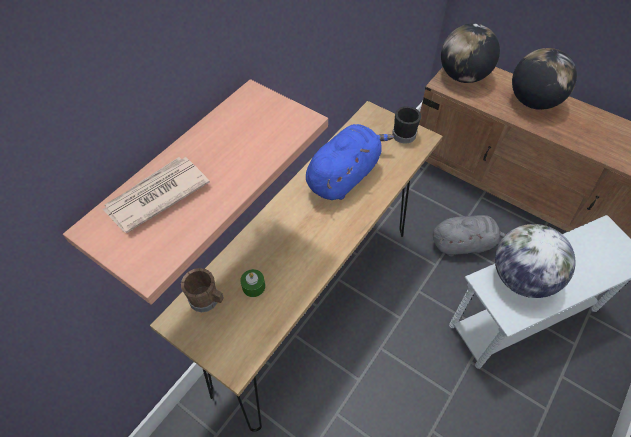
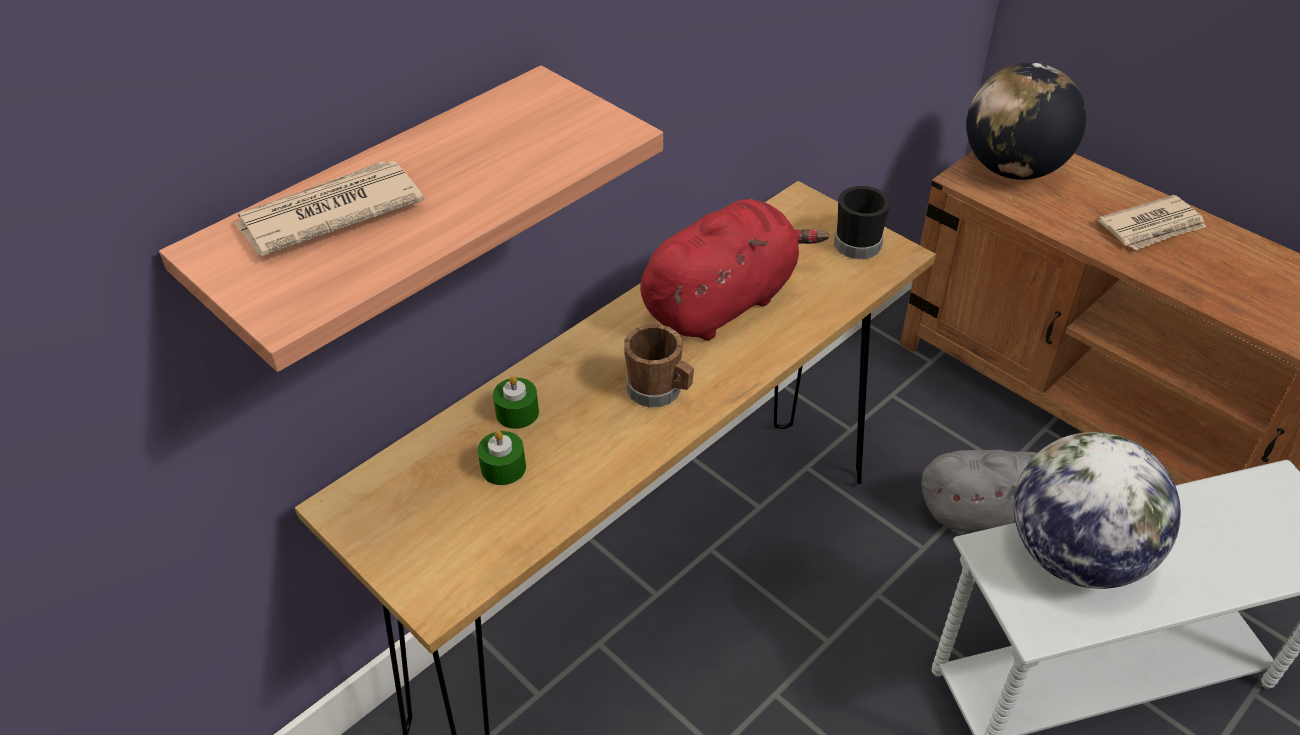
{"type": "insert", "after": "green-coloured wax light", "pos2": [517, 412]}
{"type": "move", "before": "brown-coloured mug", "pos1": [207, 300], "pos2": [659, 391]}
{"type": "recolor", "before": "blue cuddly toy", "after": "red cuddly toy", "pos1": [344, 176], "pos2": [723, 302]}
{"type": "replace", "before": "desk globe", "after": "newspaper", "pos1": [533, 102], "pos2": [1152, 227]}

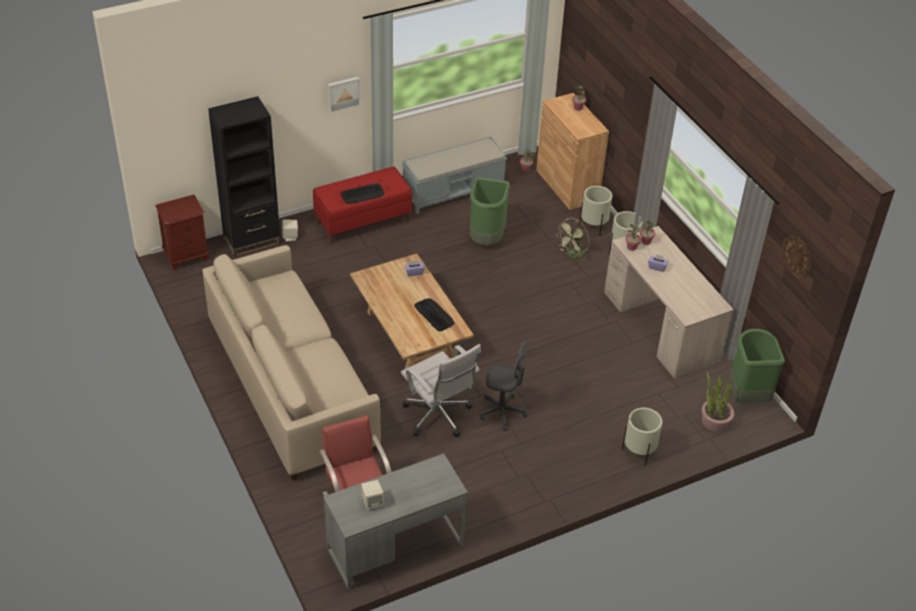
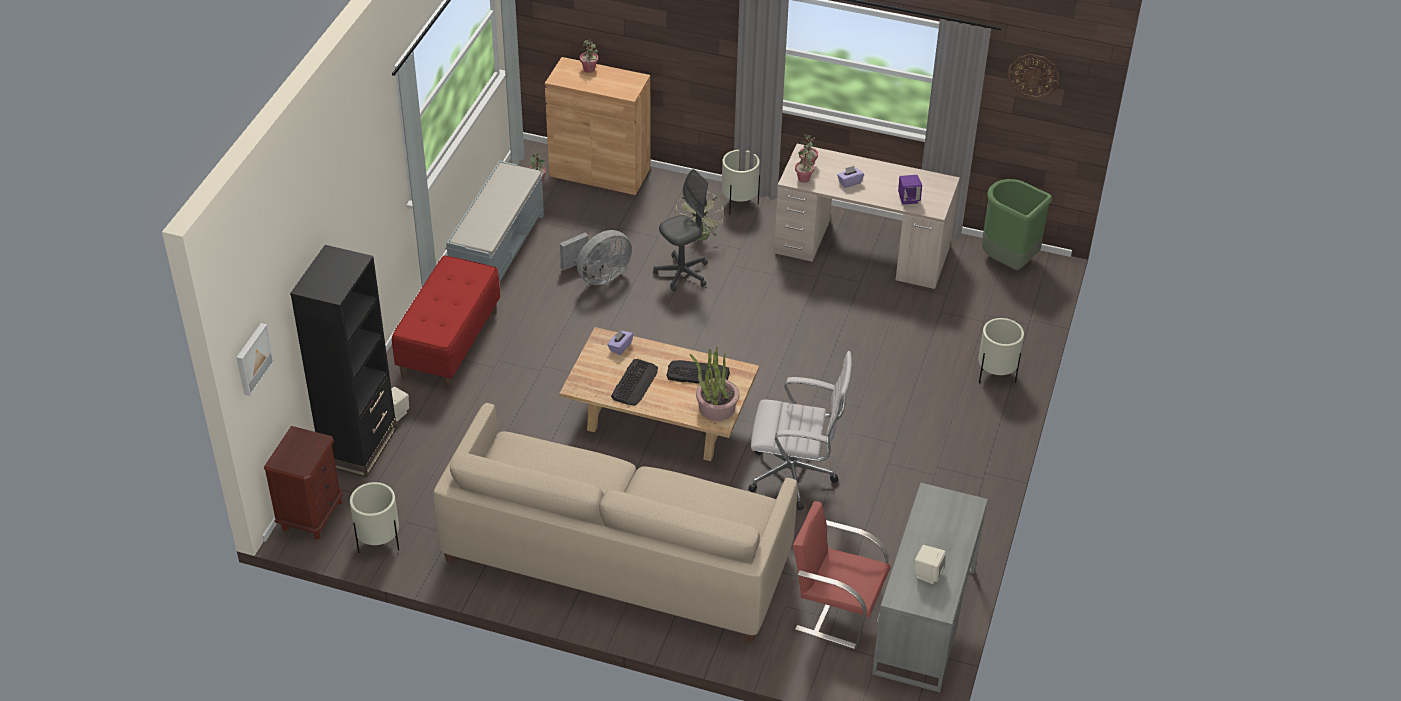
{"type": "move", "before": "picture", "pos1": [343, 93], "pos2": [252, 358]}
{"type": "move", "before": "beige flower pot", "pos1": [593, 227], "pos2": [379, 542]}
{"type": "replace", "before": "green-coloured rubbish bin", "after": "grey electric fan", "pos1": [486, 239], "pos2": [598, 276]}
{"type": "move", "before": "keyboard", "pos1": [362, 194], "pos2": [635, 383]}
{"type": "move", "before": "grey desk chair", "pos1": [502, 412], "pos2": [682, 274]}
{"type": "move", "before": "potted plant", "pos1": [715, 421], "pos2": [716, 408]}
{"type": "insert", "after": "purple-coloured loudspeaker", "pos2": [908, 199]}

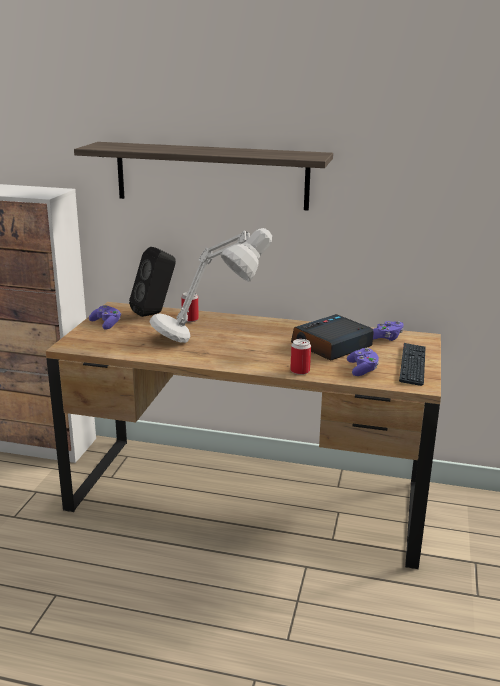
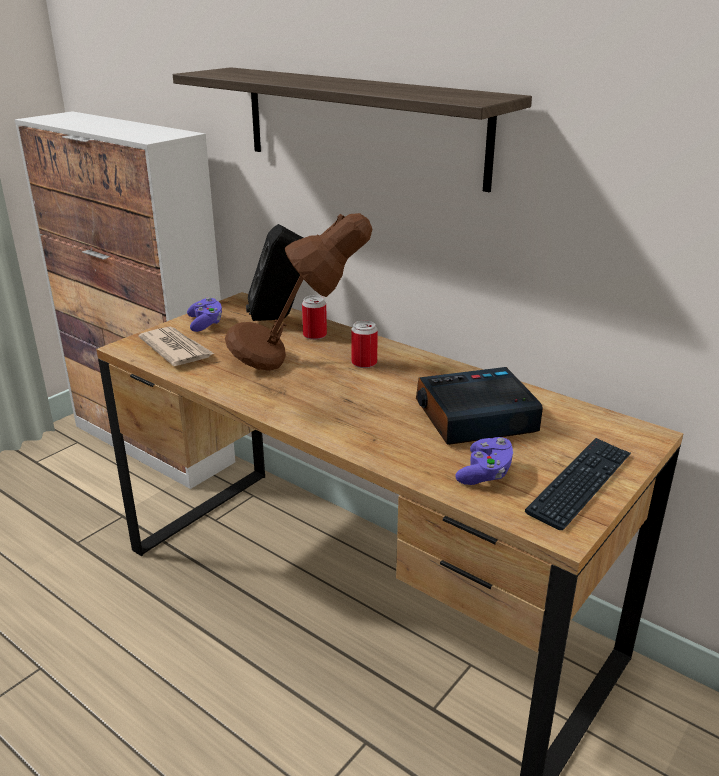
{"type": "insert", "after": "newspaper", "pos2": [176, 349]}
{"type": "recolor", "before": "grey table lamp", "after": "brown-coloured table lamp", "pos1": [208, 344], "pos2": [298, 379]}
{"type": "move", "before": "sealed can", "pos1": [300, 371], "pos2": [364, 363]}
{"type": "delete", "before": "purple-coloured joypad", "pos1": [386, 338]}

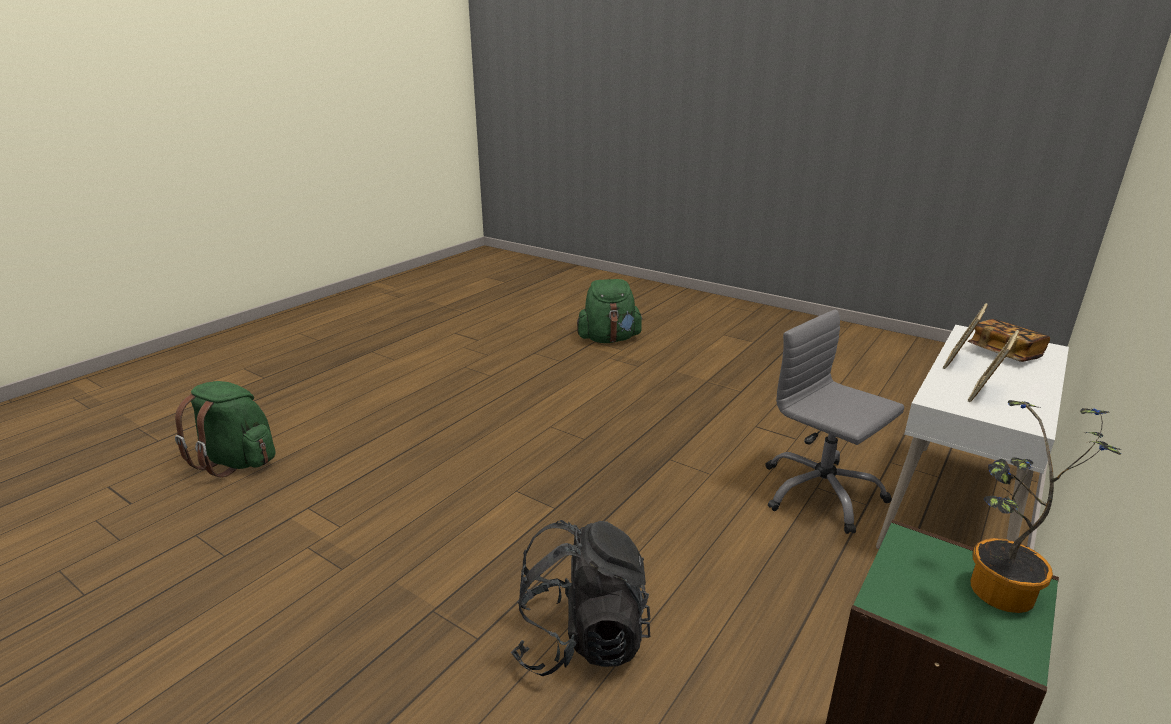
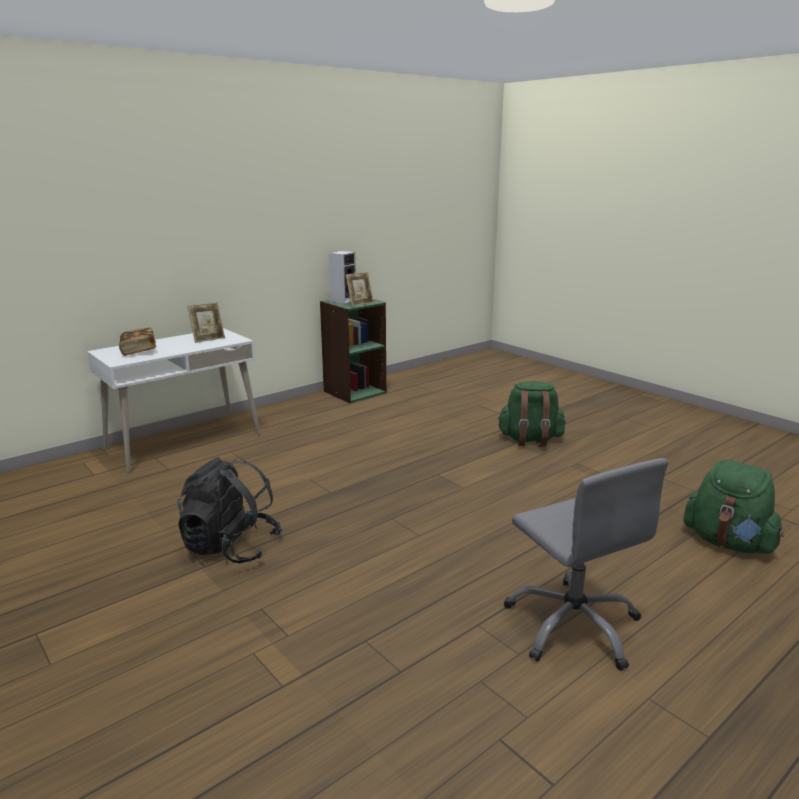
{"type": "move", "before": "blackish knapsack", "pos1": [581, 640], "pos2": [231, 547]}
{"type": "replace", "before": "potted plant", "after": "loudspeaker", "pos1": [995, 595], "pos2": [343, 300]}
{"type": "move", "before": "photo frame", "pos1": [958, 362], "pos2": [360, 304]}
{"type": "move", "before": "green-coloured knapsack", "pos1": [609, 339], "pos2": [530, 440]}
{"type": "move", "before": "grey desk chair", "pos1": [820, 493], "pos2": [573, 625]}

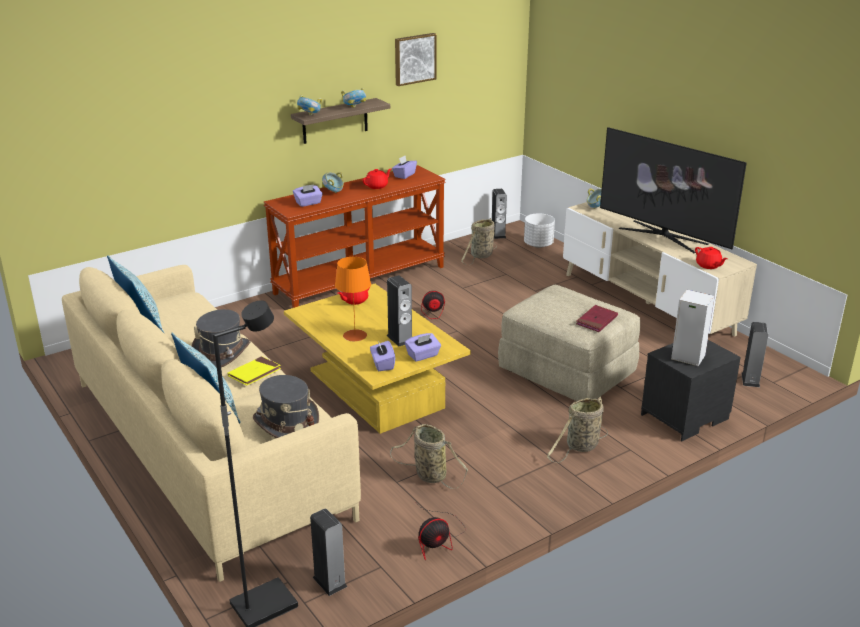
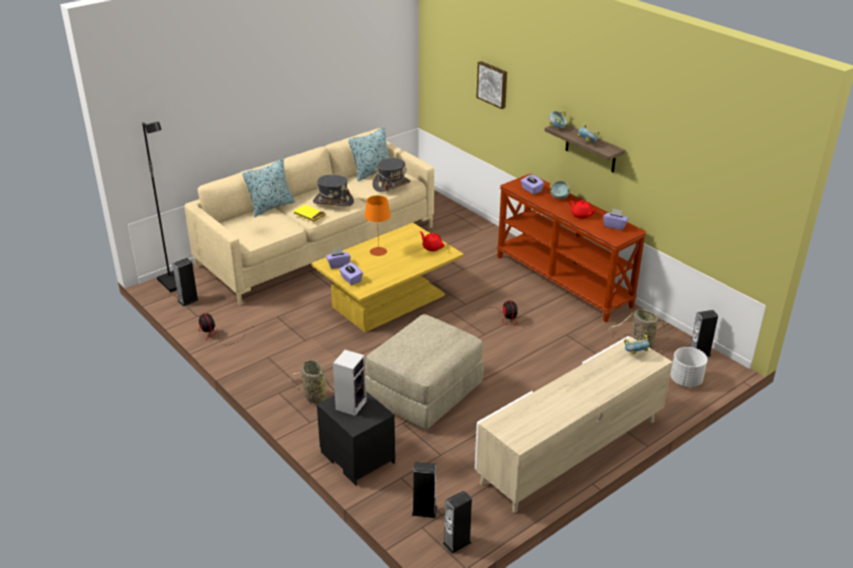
{"type": "move", "before": "grey hat", "pos1": [286, 424], "pos2": [391, 184]}
{"type": "move", "before": "loudspeaker", "pos1": [400, 338], "pos2": [457, 543]}
{"type": "move", "before": "picture", "pos1": [414, 58], "pos2": [493, 84]}
{"type": "delete", "before": "household basket", "pos1": [428, 475]}
{"type": "delete", "before": "red volume", "pos1": [596, 320]}
{"type": "delete", "before": "television", "pos1": [663, 236]}
{"type": "delete", "before": "red tea pot", "pos1": [708, 265]}

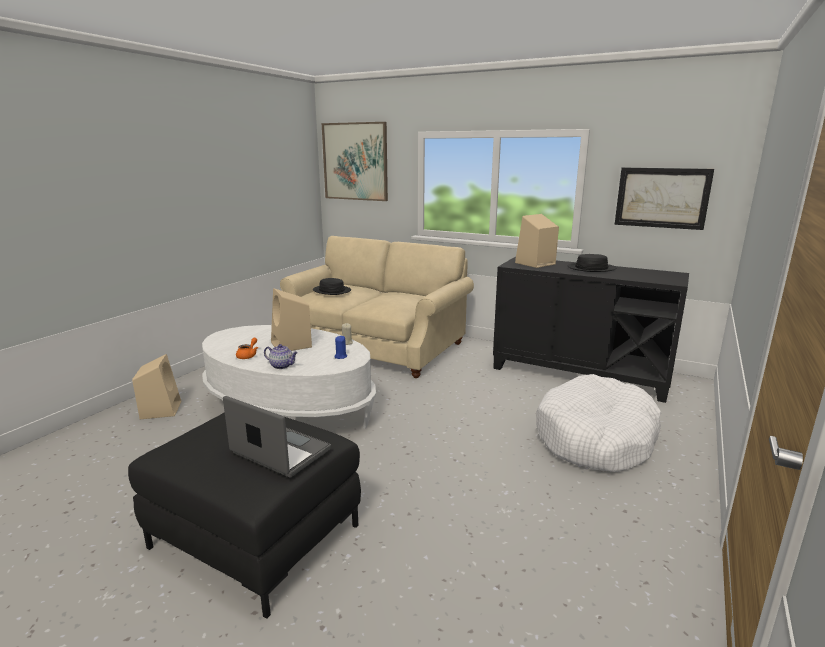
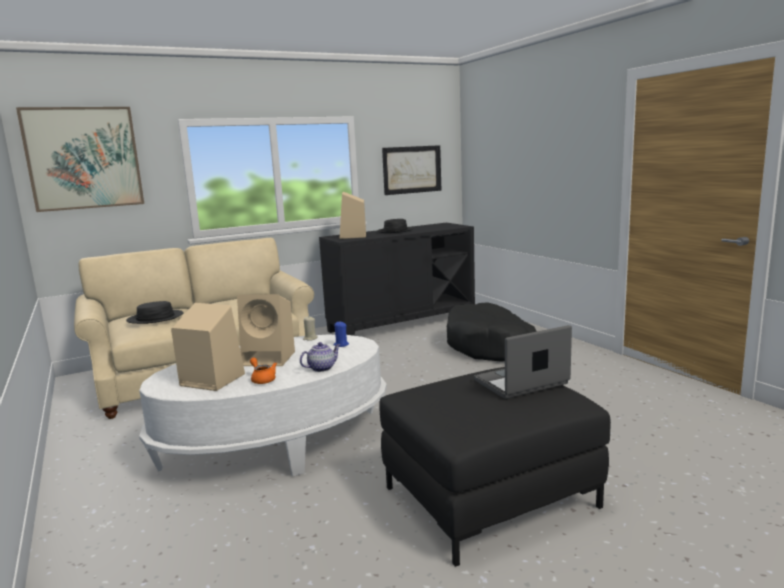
{"type": "move", "before": "beige loudspeaker", "pos1": [161, 409], "pos2": [211, 380]}
{"type": "recolor", "before": "whitish dog cushion", "after": "blackish dog cushion", "pos1": [595, 438], "pos2": [490, 346]}

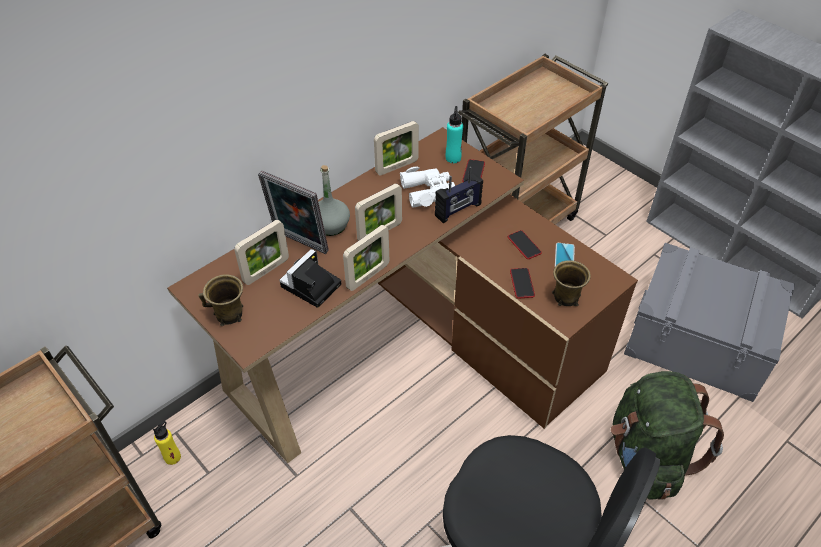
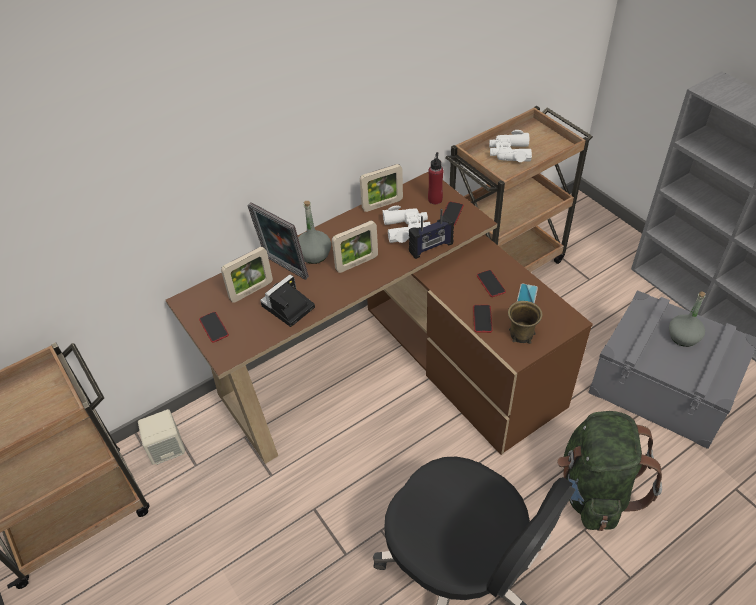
{"type": "replace", "before": "yellow bottle", "after": "beige loudspeaker", "pos1": [172, 457], "pos2": [167, 449]}
{"type": "replace", "before": "brown-coloured mug", "after": "phone", "pos1": [229, 315], "pos2": [214, 327]}
{"type": "recolor", "before": "turquoise-coloured bottle", "after": "red bottle", "pos1": [453, 158], "pos2": [435, 199]}
{"type": "insert", "after": "whitish field glasses", "pos2": [509, 152]}
{"type": "insert", "after": "grey bottle", "pos2": [683, 337]}
{"type": "delete", "before": "photo frame", "pos1": [368, 276]}

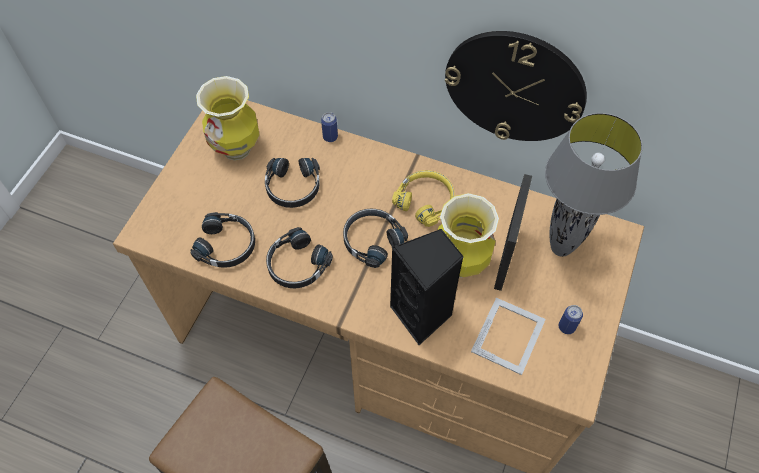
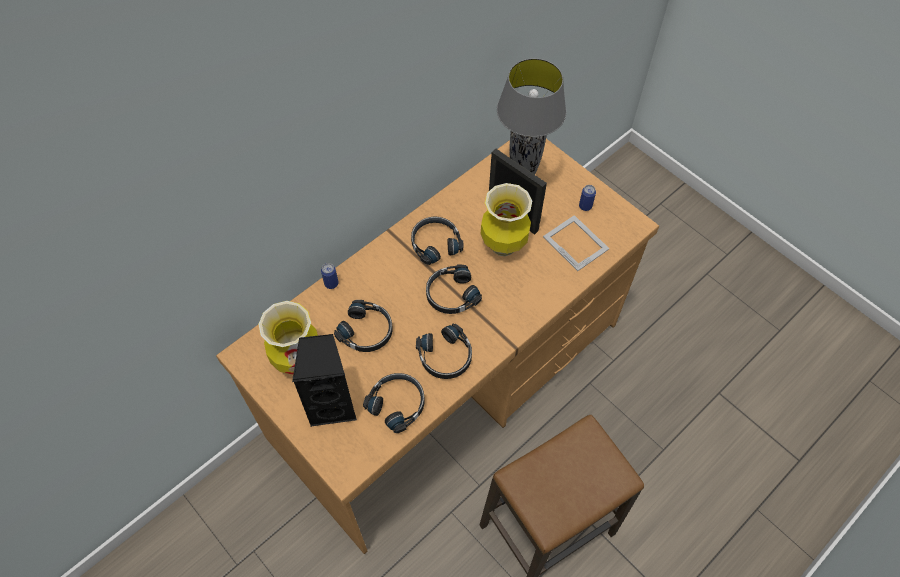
{"type": "move", "before": "blackish loudspeaker", "pos1": [423, 315], "pos2": [333, 404]}
{"type": "recolor", "before": "yellow pair of headphones", "after": "blackish pair of headphones", "pos1": [425, 201], "pos2": [435, 243]}
{"type": "delete", "before": "wall clock", "pos1": [514, 87]}

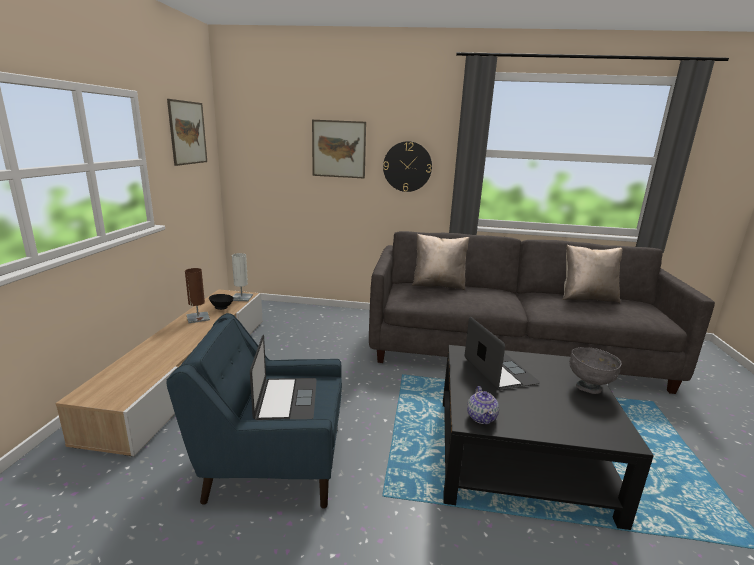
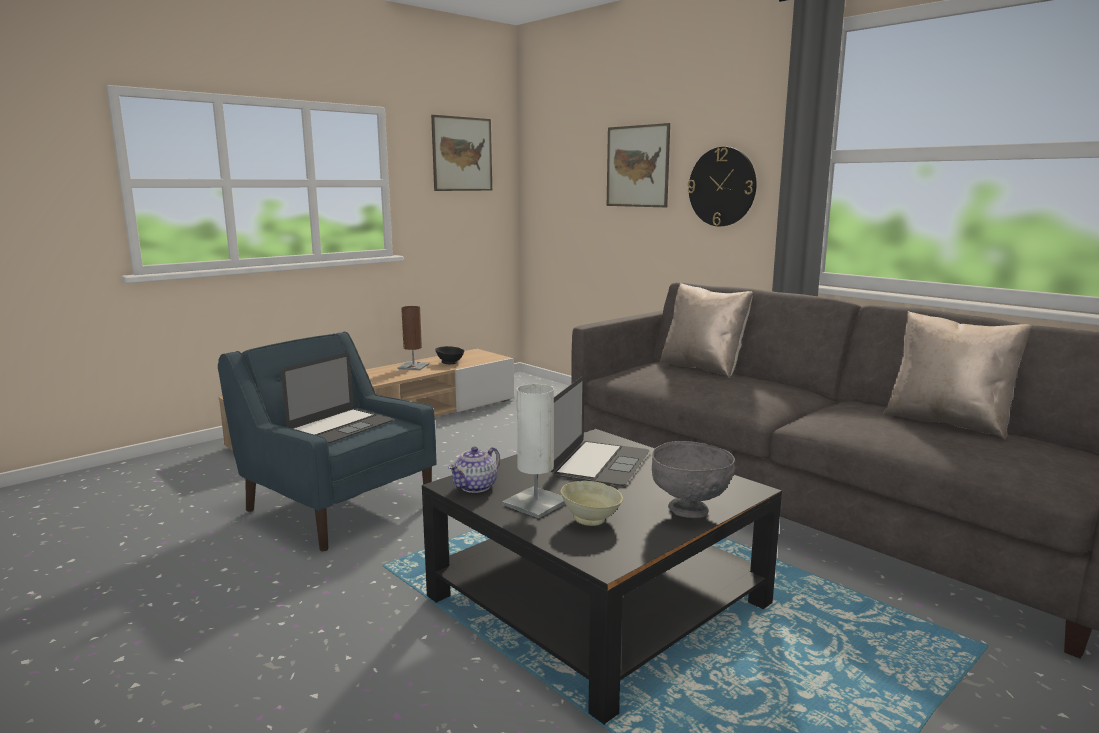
{"type": "move", "before": "whitish table lamp", "pos1": [241, 297], "pos2": [535, 503]}
{"type": "insert", "after": "beige deep dish", "pos2": [591, 520]}

